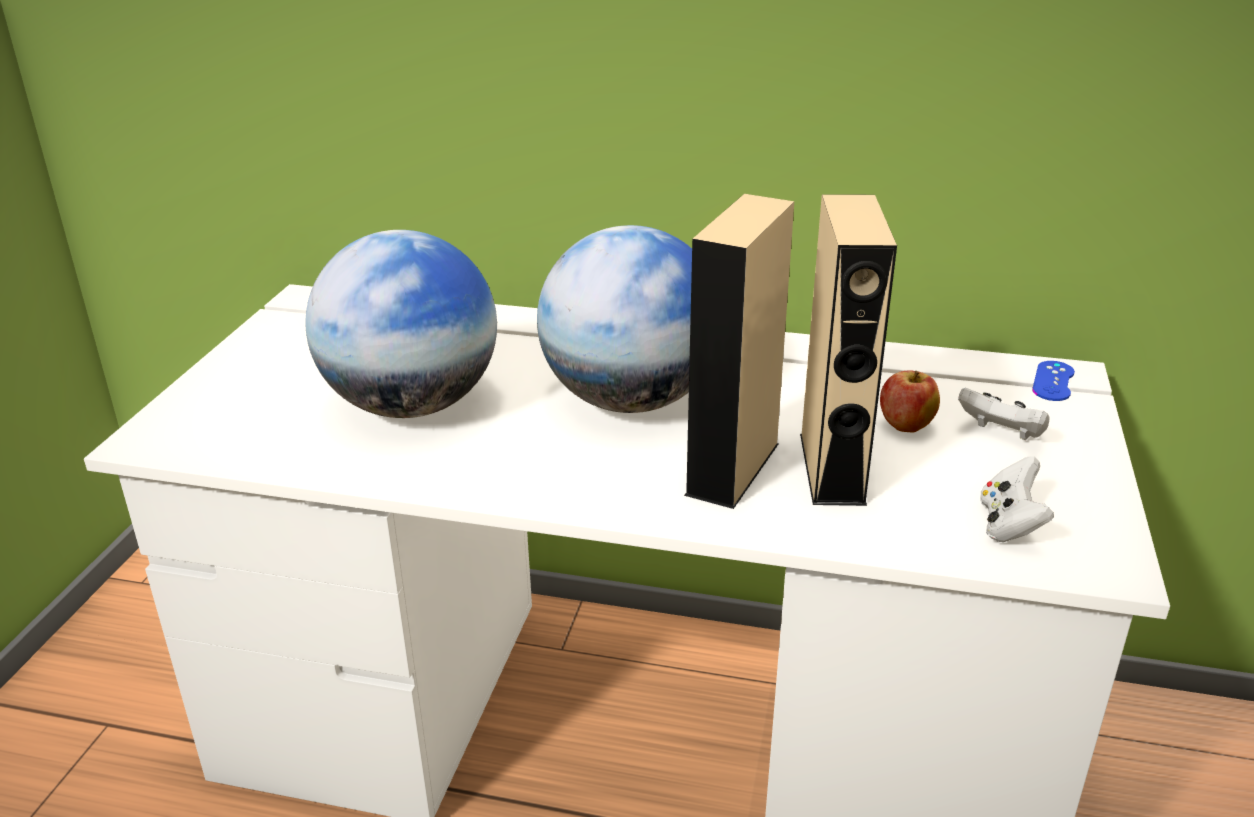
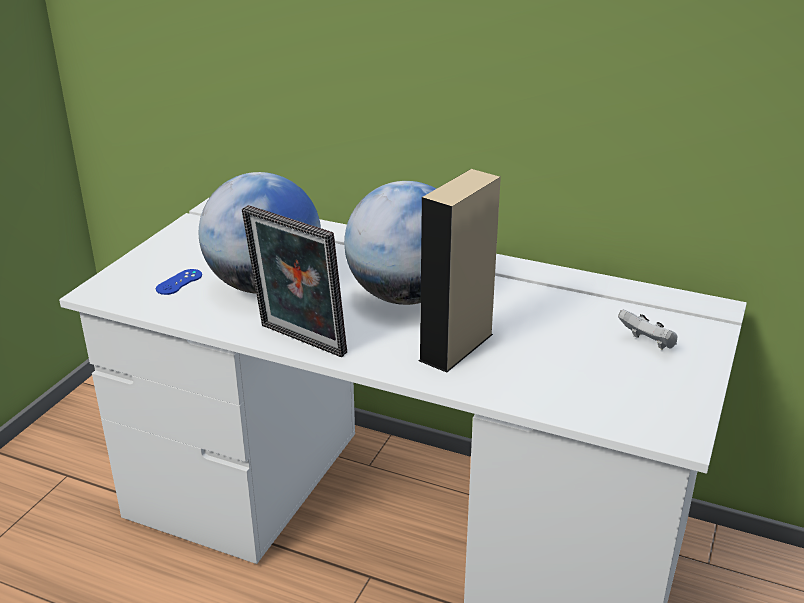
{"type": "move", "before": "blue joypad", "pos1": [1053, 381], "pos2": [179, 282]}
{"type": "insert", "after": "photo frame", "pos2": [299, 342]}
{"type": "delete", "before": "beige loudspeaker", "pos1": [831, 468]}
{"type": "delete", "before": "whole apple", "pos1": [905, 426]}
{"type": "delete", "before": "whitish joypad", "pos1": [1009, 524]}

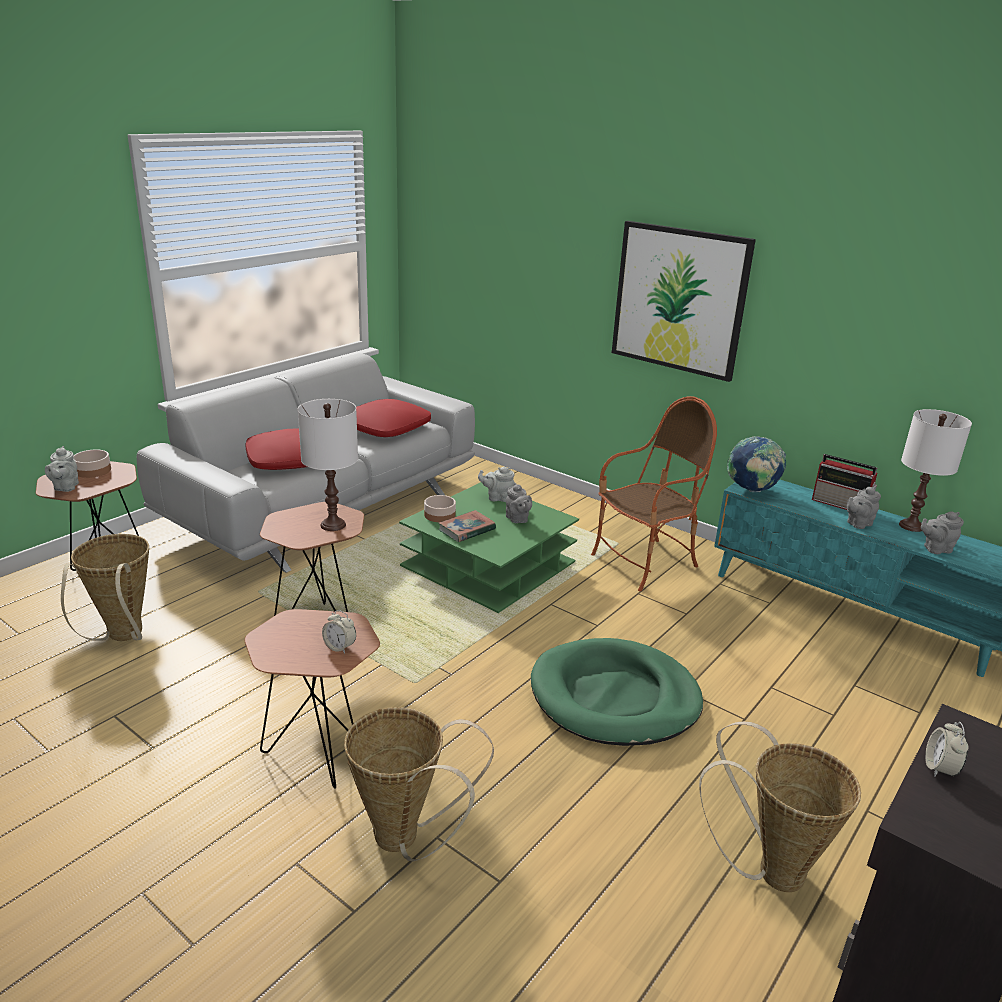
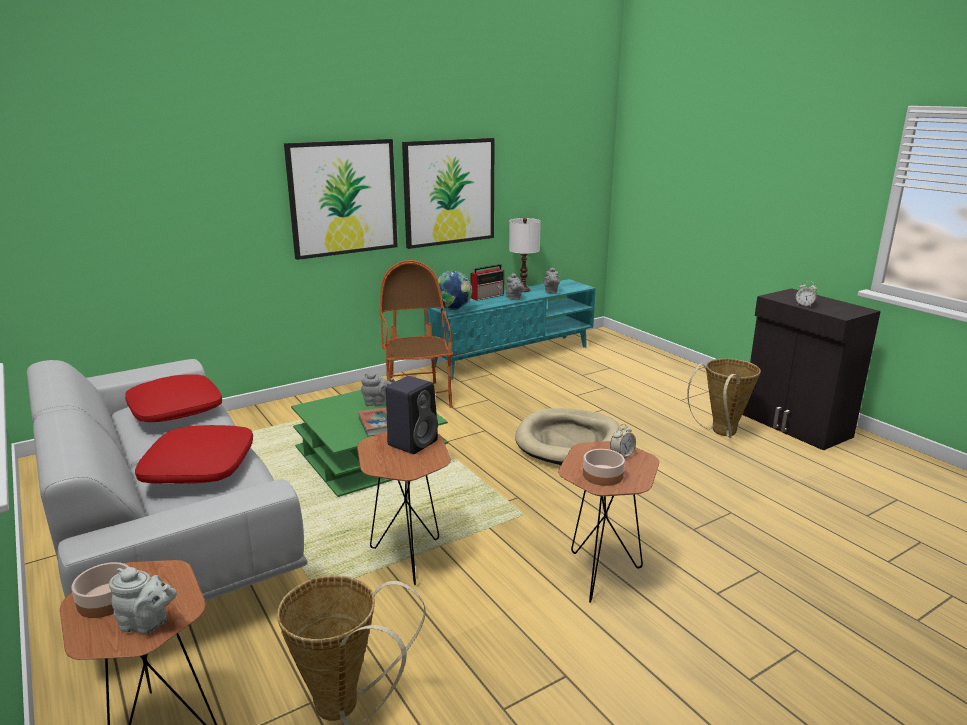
{"type": "replace", "before": "whitish table lamp", "after": "blackish loudspeaker", "pos1": [333, 525], "pos2": [413, 442]}
{"type": "insert", "after": "picture", "pos2": [449, 192]}
{"type": "recolor", "before": "green-coloured dog cushion", "after": "beige dog cushion", "pos1": [614, 697], "pos2": [569, 441]}
{"type": "move", "before": "deep dish", "pos1": [439, 515], "pos2": [603, 475]}
{"type": "delete", "before": "household basket", "pos1": [406, 840]}
{"type": "delete", "before": "grey tea pot", "pos1": [497, 498]}

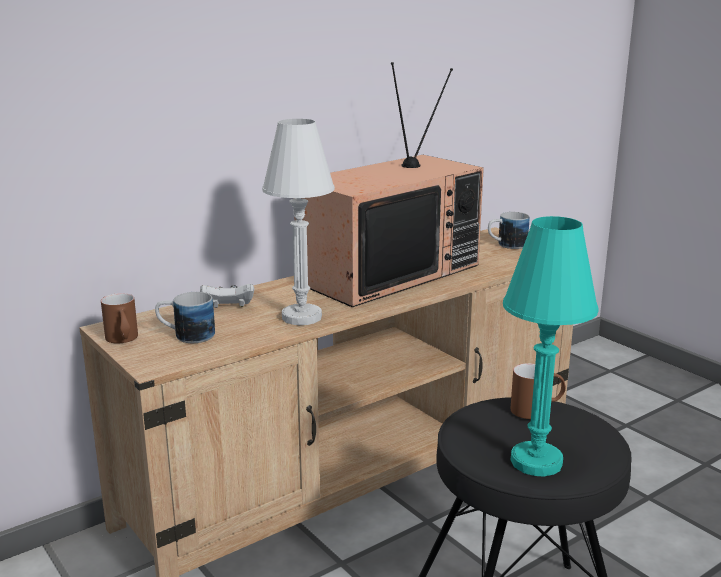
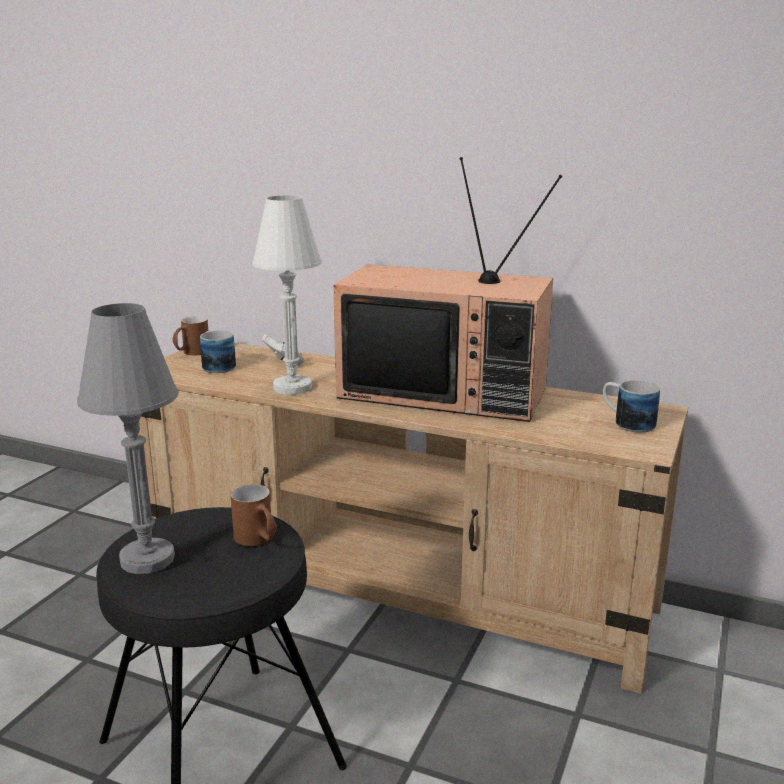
{"type": "recolor", "before": "turquoise-coloured table lamp", "after": "grey table lamp", "pos1": [536, 462], "pos2": [147, 559]}

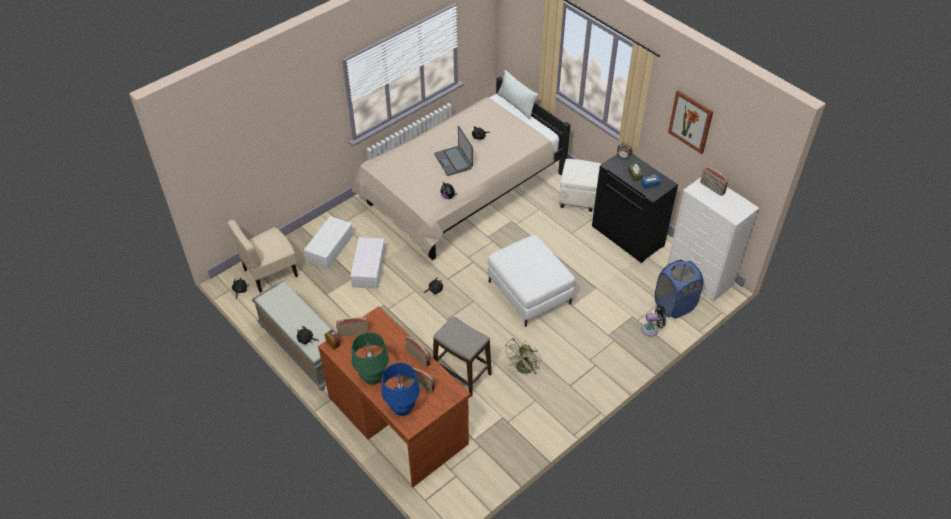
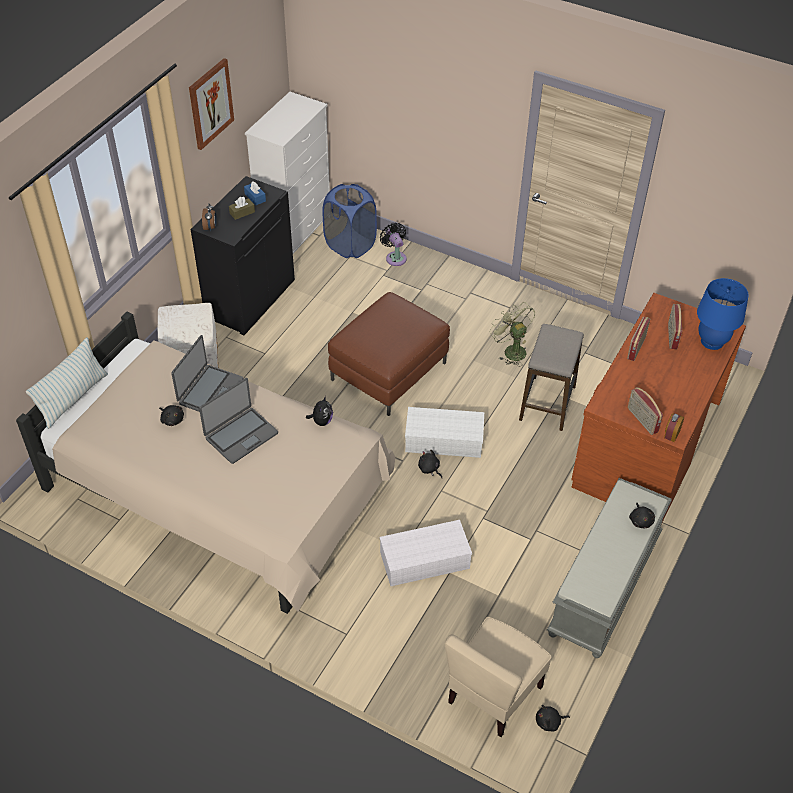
{"type": "insert", "after": "portable computer", "pos2": [210, 391]}
{"type": "recolor", "before": "whitish footrest", "after": "brown-coloured footrest", "pos1": [529, 292], "pos2": [388, 371]}
{"type": "move", "before": "whitish storage box", "pos1": [330, 247], "pos2": [442, 441]}
{"type": "rotate", "before": "beige plain chair", "pos1": [270, 272], "pos2": [493, 694], "turn": 90}
{"type": "rotate", "before": "green-coloured electric fan", "pos1": [523, 370], "pos2": [511, 350], "turn": -135}
{"type": "delete", "before": "green-coloured table lamp", "pos1": [372, 377]}
{"type": "delete", "before": "radio", "pos1": [712, 188]}

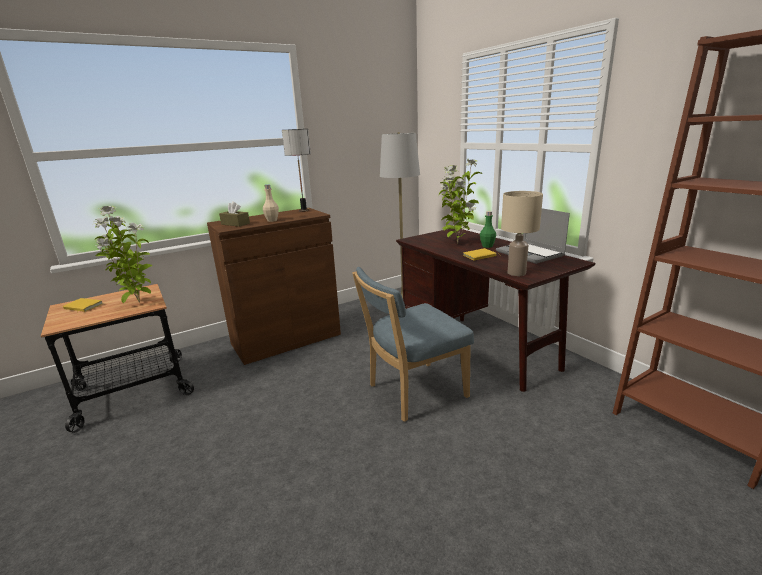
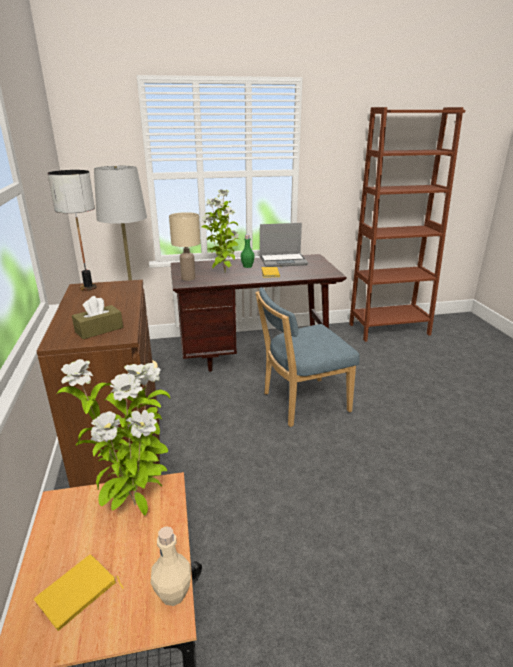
{"type": "move", "before": "beige bottle", "pos1": [272, 220], "pos2": [173, 594]}
{"type": "move", "before": "beige table lamp", "pos1": [517, 273], "pos2": [188, 278]}
{"type": "rotate", "before": "blue plain chair", "pos1": [413, 392], "pos2": [301, 403], "turn": 75}

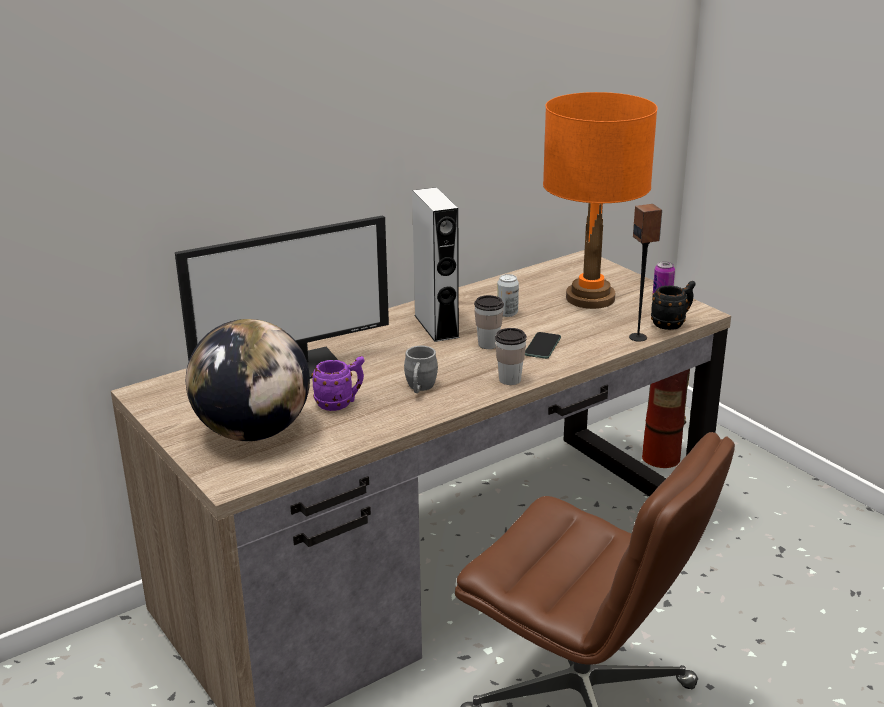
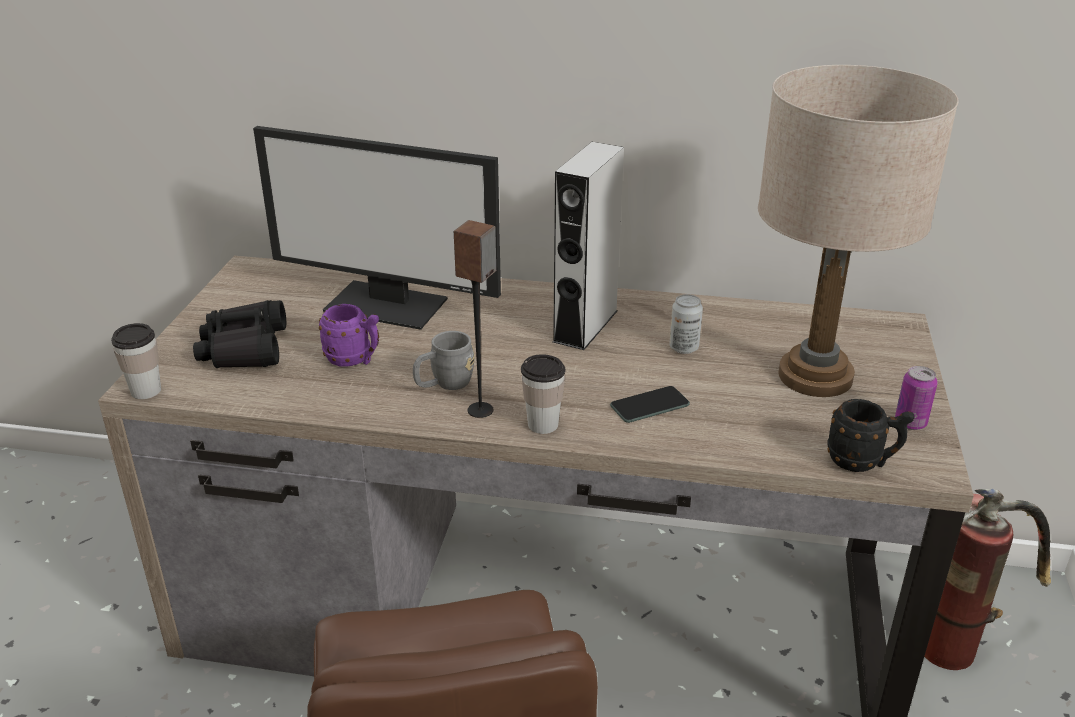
{"type": "move", "before": "small cup", "pos1": [488, 344], "pos2": [146, 391]}
{"type": "replace", "before": "desk globe", "after": "blackish field glasses", "pos1": [253, 432], "pos2": [244, 349]}
{"type": "move", "before": "loudspeaker", "pos1": [638, 337], "pos2": [481, 410]}
{"type": "recolor", "before": "orange table lamp", "after": "beige table lamp", "pos1": [590, 298], "pos2": [815, 376]}

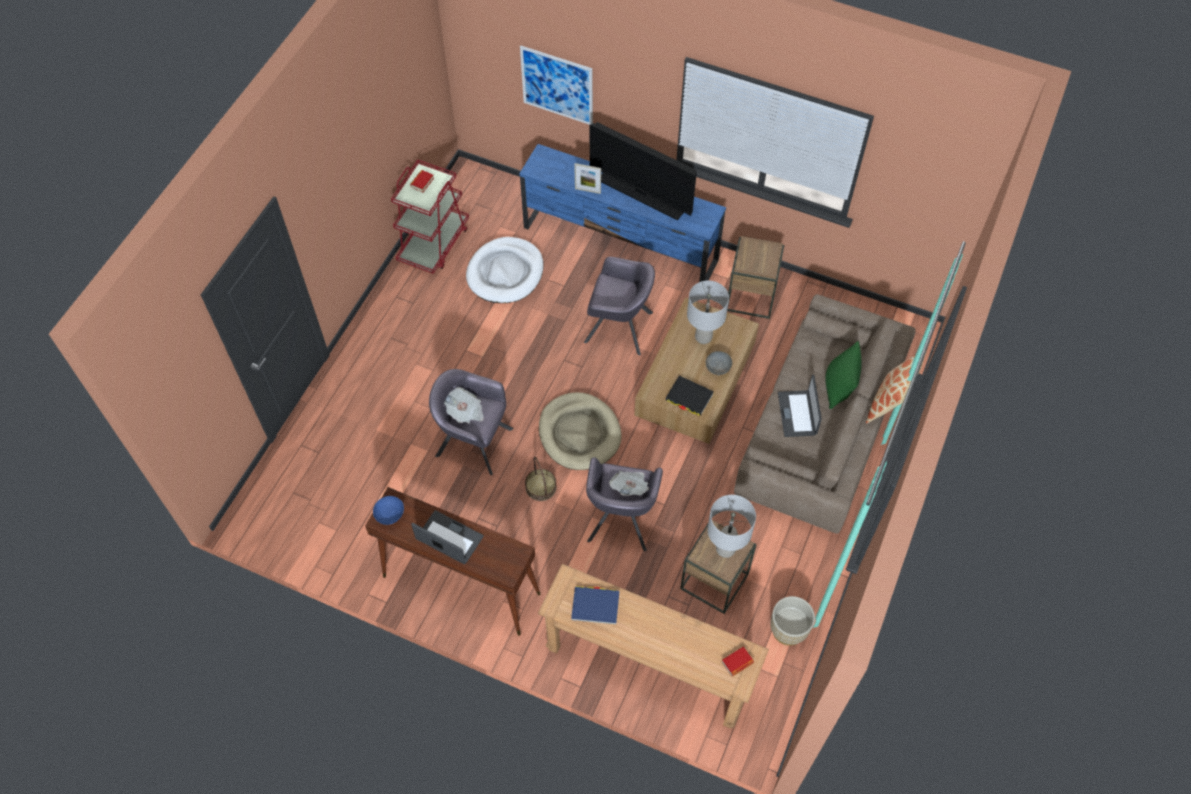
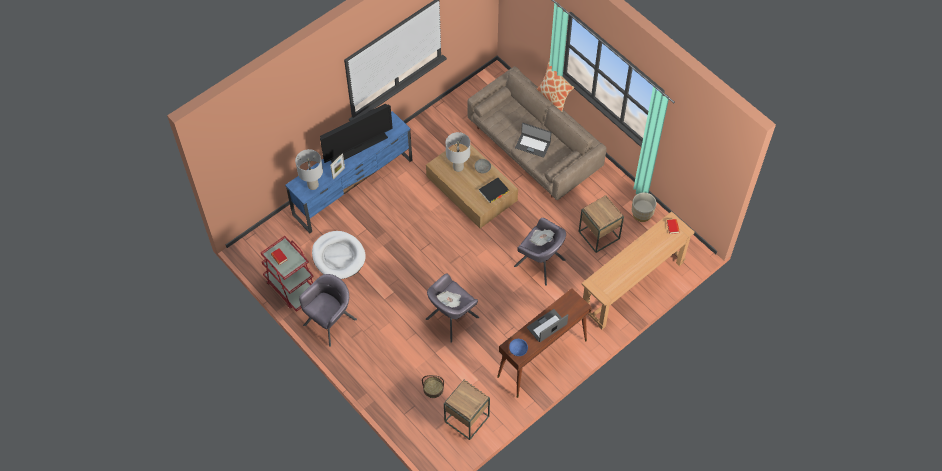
{"type": "move", "before": "grey table lamp", "pos1": [725, 549], "pos2": [313, 185]}
{"type": "move", "before": "grey lounge chair", "pos1": [619, 327], "pos2": [330, 322]}
{"type": "move", "before": "household basket", "pos1": [540, 487], "pos2": [433, 388]}
{"type": "move", "before": "brown-coloured accent table", "pos1": [750, 296], "pos2": [466, 419]}
{"type": "delete", "before": "picture", "pos1": [557, 85]}
{"type": "delete", "before": "beige dog cushion", "pos1": [579, 433]}
{"type": "delete", "before": "blue volume", "pos1": [595, 606]}
{"type": "delete", "before": "green-coloured cushion", "pos1": [839, 387]}

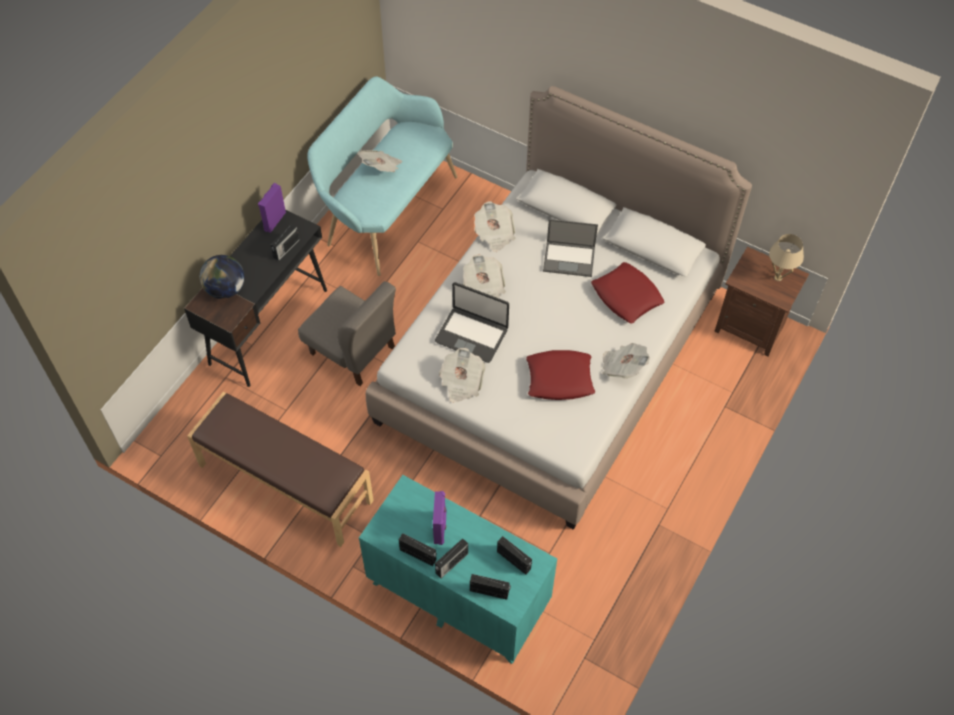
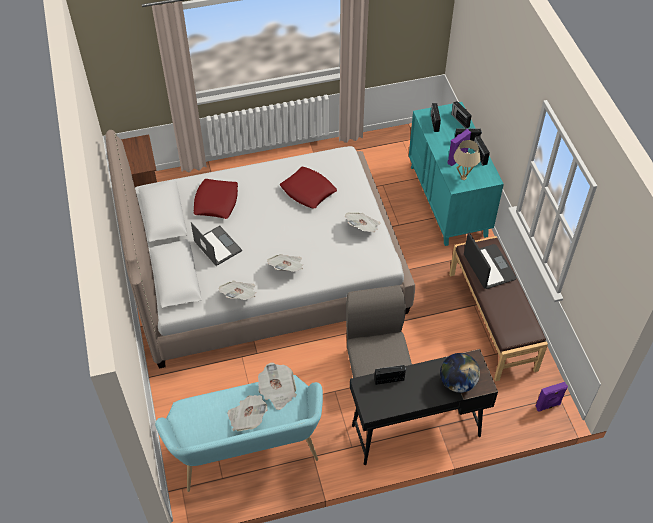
{"type": "move", "before": "newspaper", "pos1": [622, 366], "pos2": [277, 391]}
{"type": "move", "before": "beige table lamp", "pos1": [778, 277], "pos2": [463, 177]}
{"type": "move", "before": "portable computer", "pos1": [472, 335], "pos2": [488, 267]}
{"type": "move", "before": "purple-coloured loudspeaker", "pos1": [274, 221], "pos2": [548, 406]}

